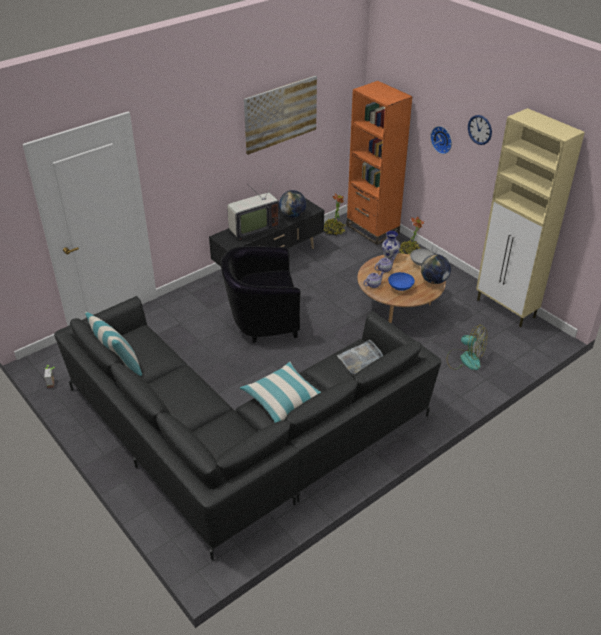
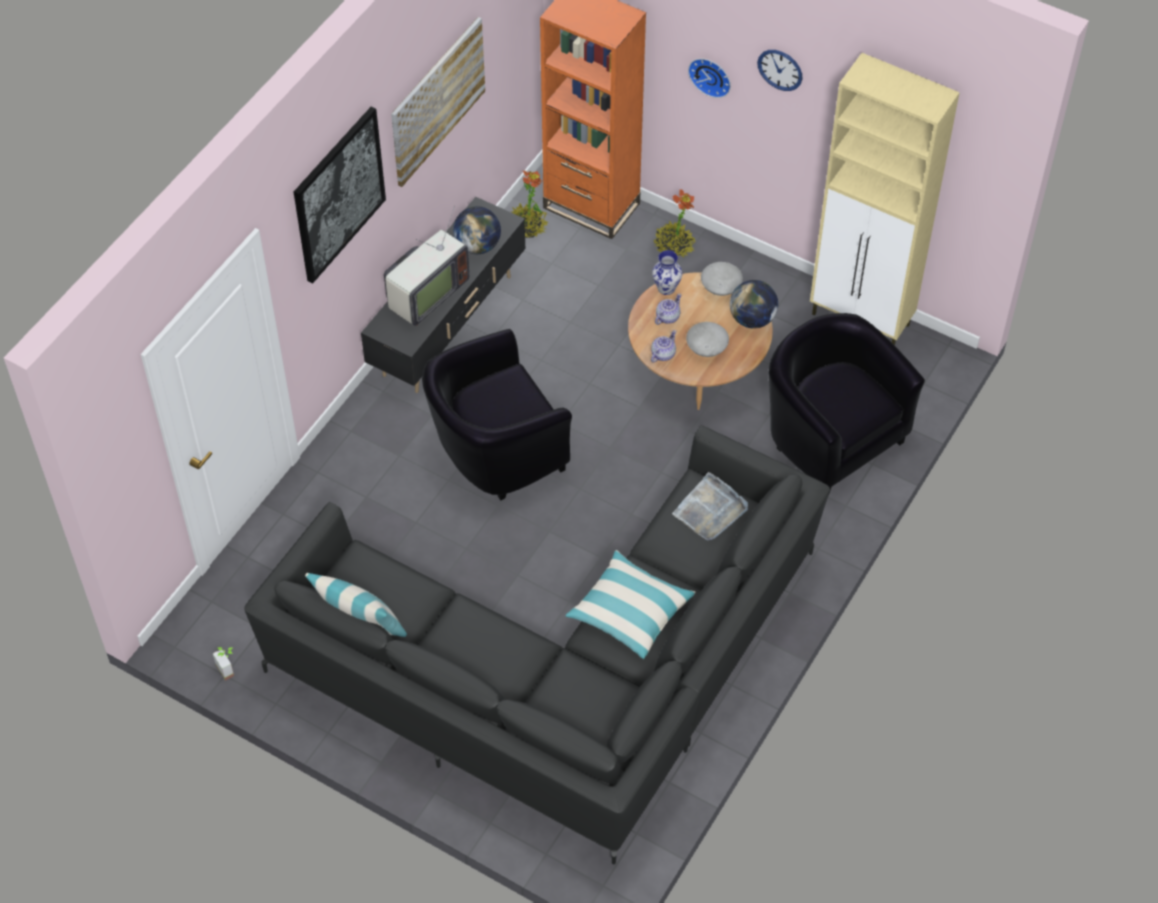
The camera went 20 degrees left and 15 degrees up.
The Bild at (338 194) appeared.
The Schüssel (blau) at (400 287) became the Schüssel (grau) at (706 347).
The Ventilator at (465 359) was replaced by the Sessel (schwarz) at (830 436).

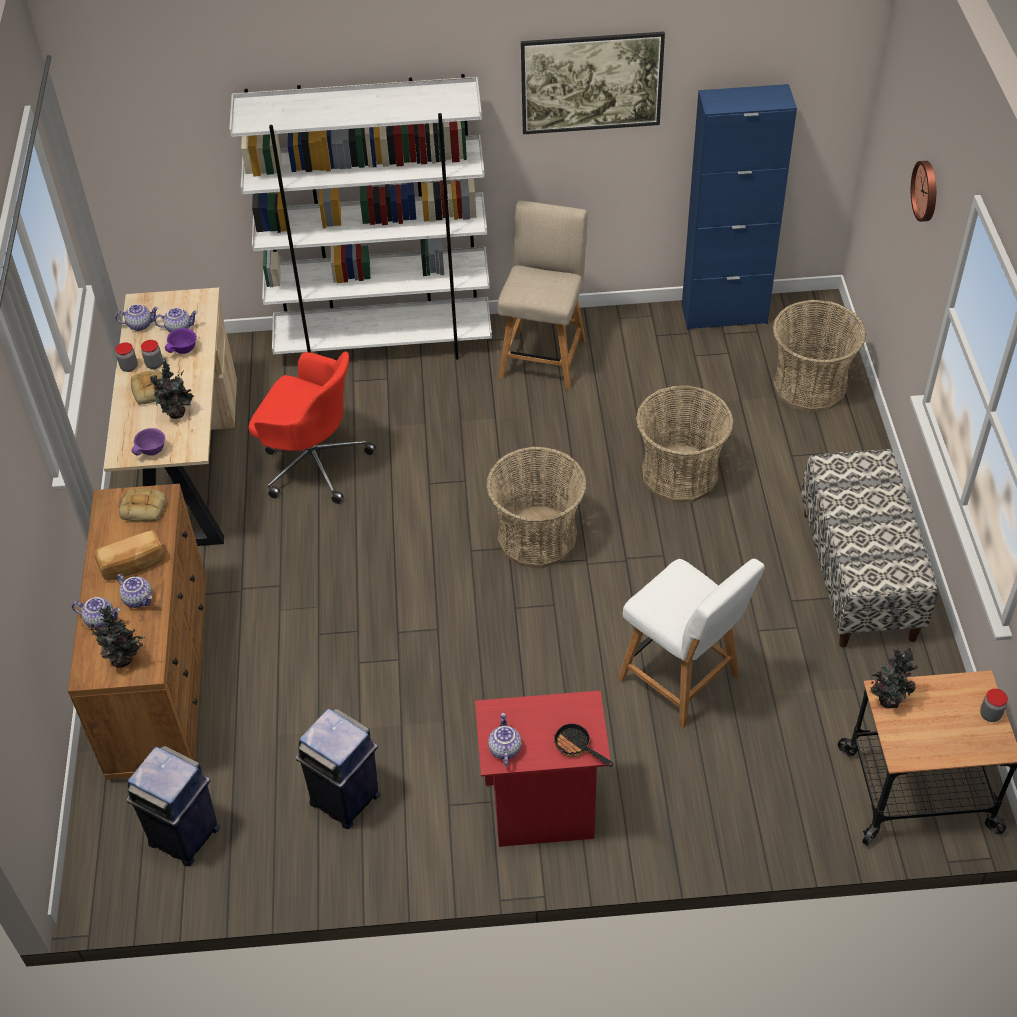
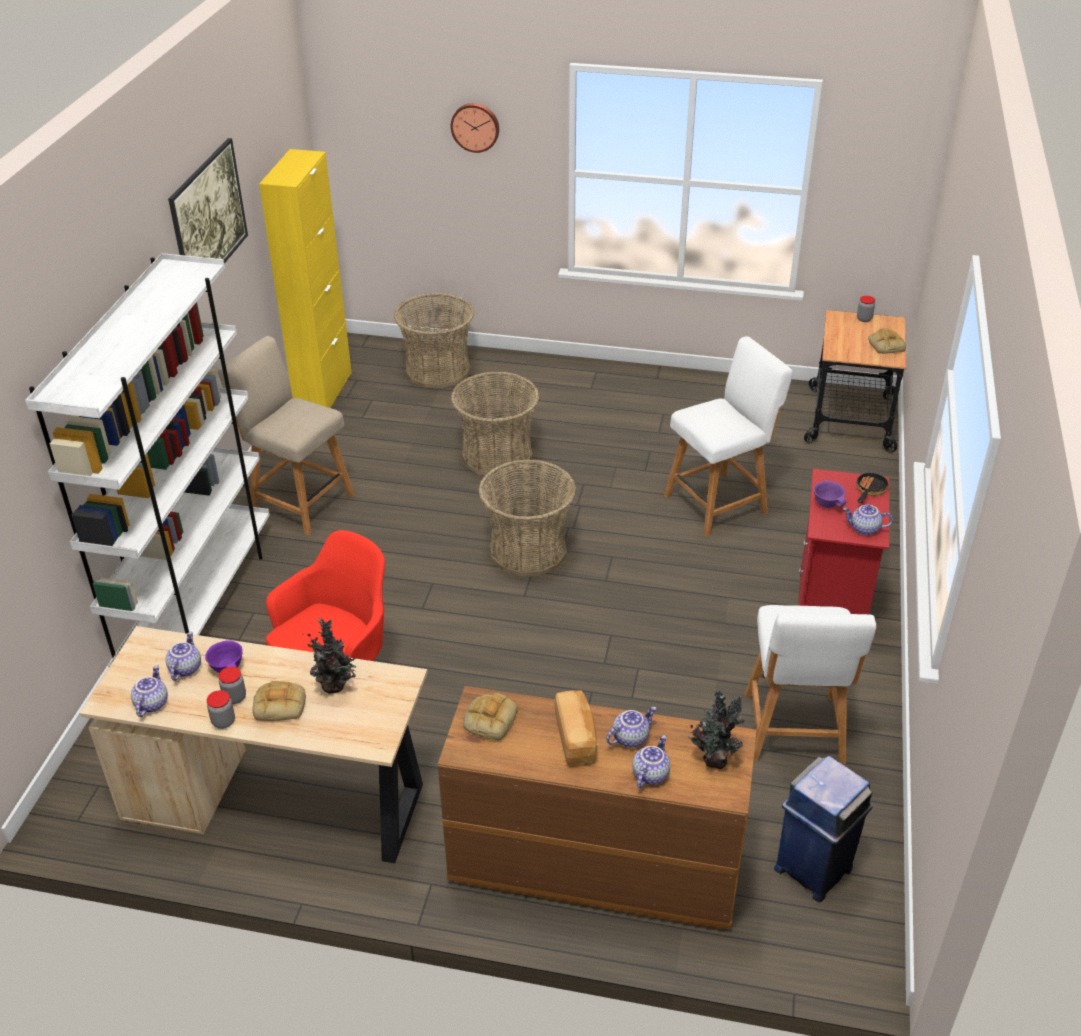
The camera went 75 degrees left and 10 degrees down.
The Schrank (blau) at (724 314) became the Schrank (gelb) at (323 391).
The Mülleimer (blau) at (346 799) was replaced by the Stuhl (weiß) at (794 733).
The Schüssel (lila) moved from (152 451) to (828 504).
The Pfanne at (577 747) turned 150 degrees clockwise.
The Brot at (885 345) appeared.
The Bank at (859 575) disappeared.
The Topfpflanze at (887 699) disappeared.

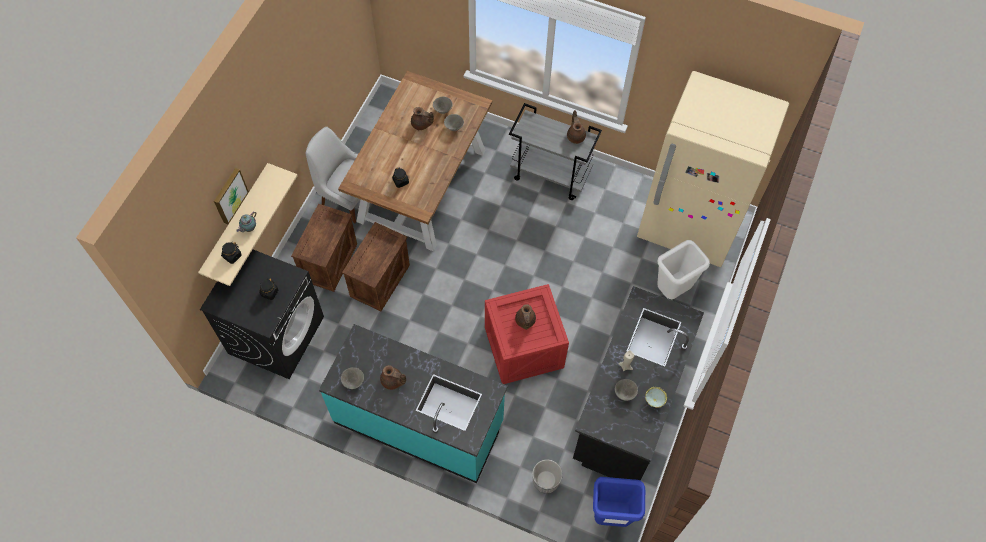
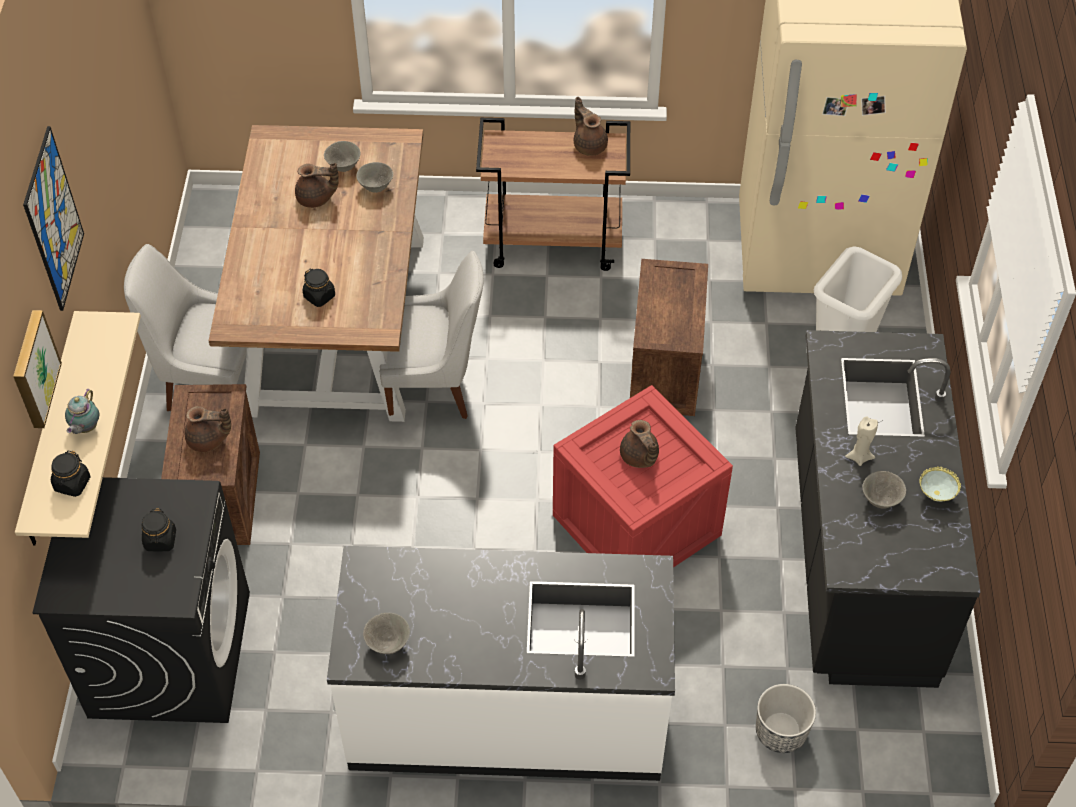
The camera went 20 degrees left and 10 degrees down.
The Bild at (53 220) appeared.
The Teekanne (braun) moved from (393 381) to (208 440).
The Küchenzeile (türkis) at (419 421) became the Küchenzeile (weiß) at (507 712).
The Stuhl (weiß) at (434 385) appeared.
The Rollwagen (grau) at (551 174) became the Rollwagen (braun) at (554 242).
The Kiste moved from (380 281) to (666 372).
The Mülleimer (blau) at (610 515) disappeared.

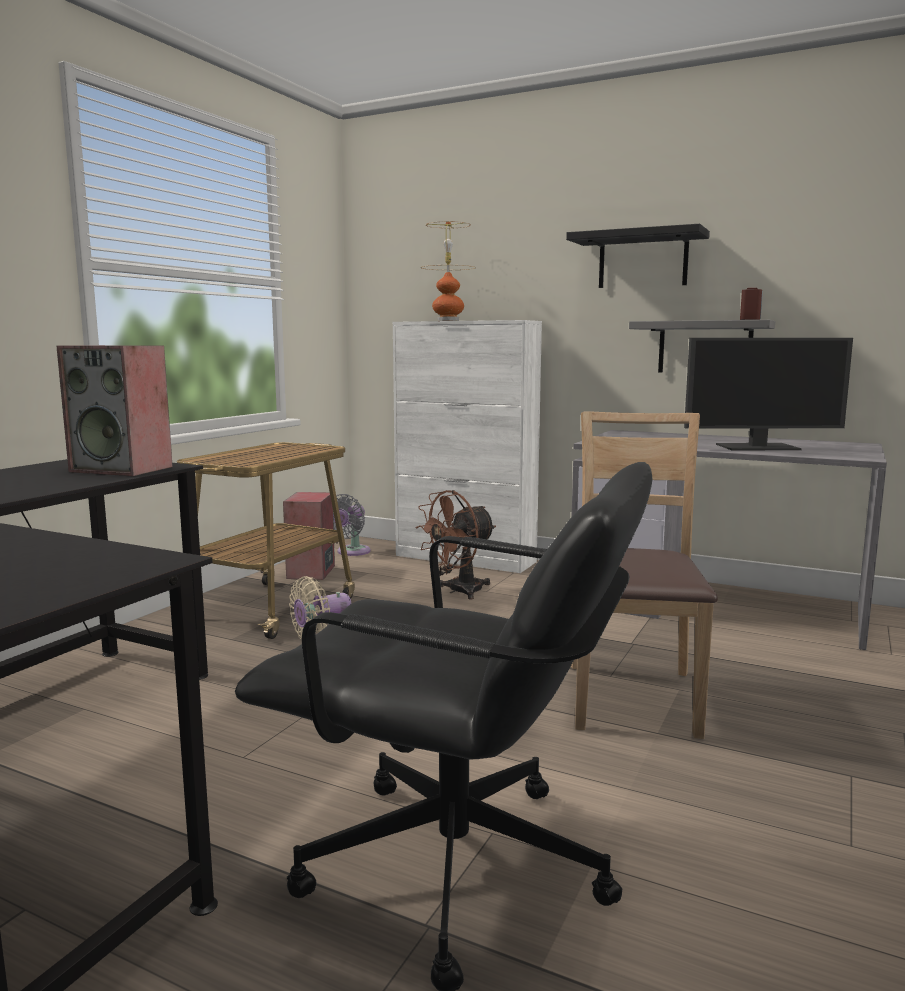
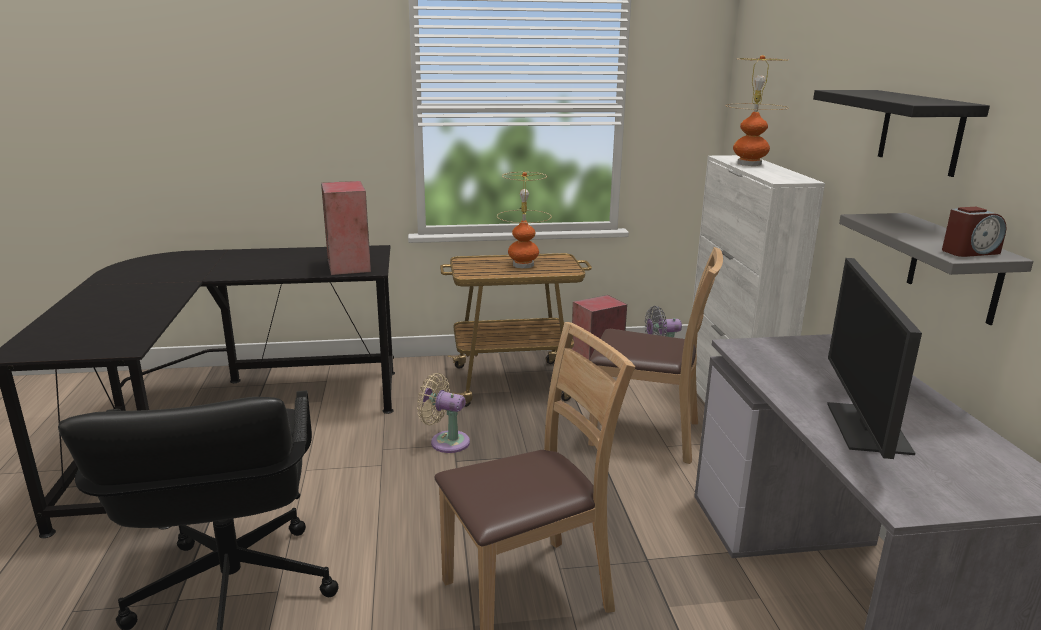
The camera went 55 degrees right and 10 degrees up.
The Tischlampe at (523 265) appeared.
The Ventilator (braun) at (458 591) was replaced by the Stuhl (braun) at (646 434).
The Monitor at (758 447) turned 45 degrees clockwise.

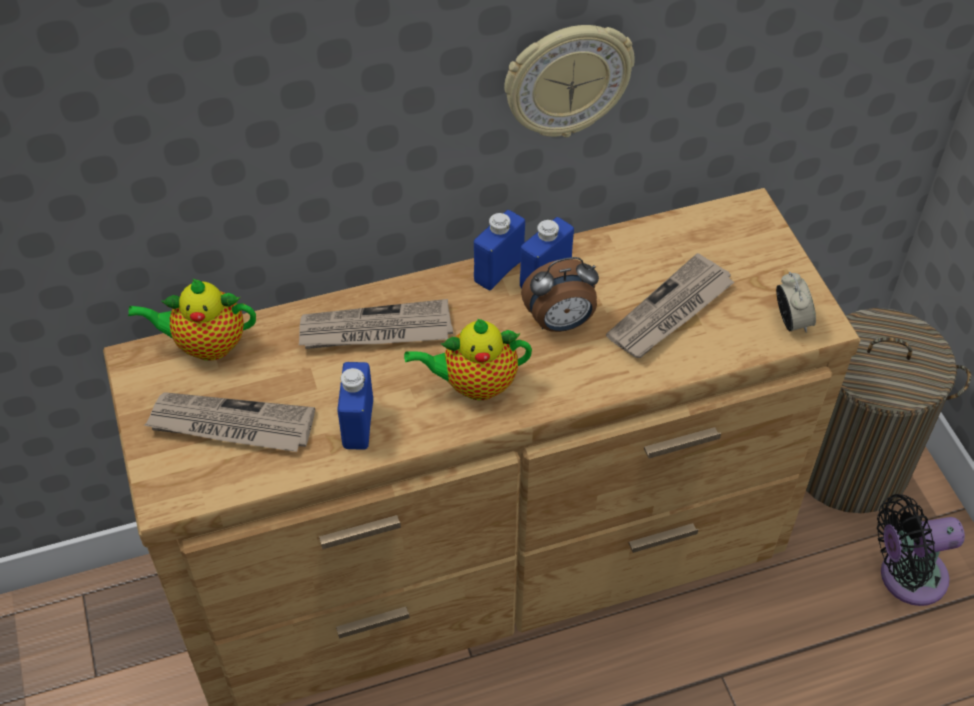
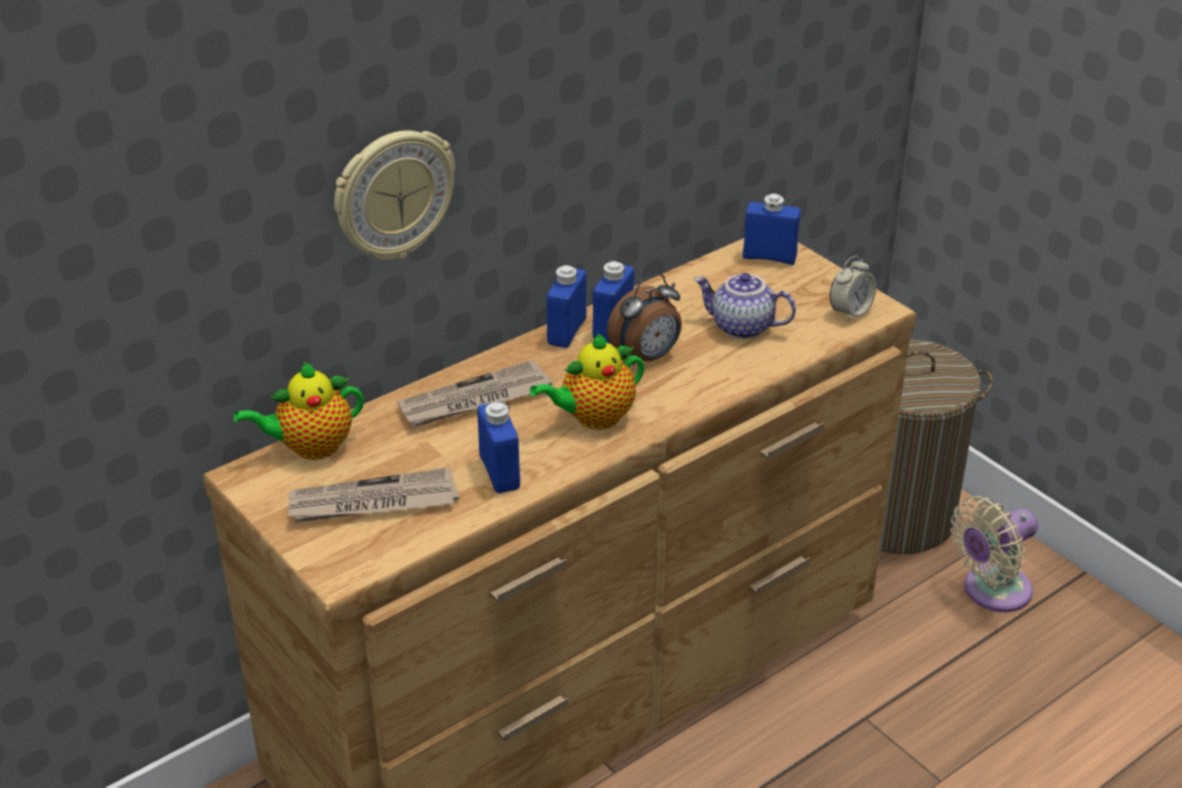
The camera went 20 degrees left and 15 degrees down.
The Wanduhr moved from (567 80) to (393 195).
The Zeitung at (670 311) was replaced by the Teekanne at (741 328).
The Flasche (blau) at (769 257) appeared.
The Wecker at (791 321) turned 75 degrees clockwise.
The Ventilator (schwarz) at (906 577) became the Ventilator (beige) at (991 591).

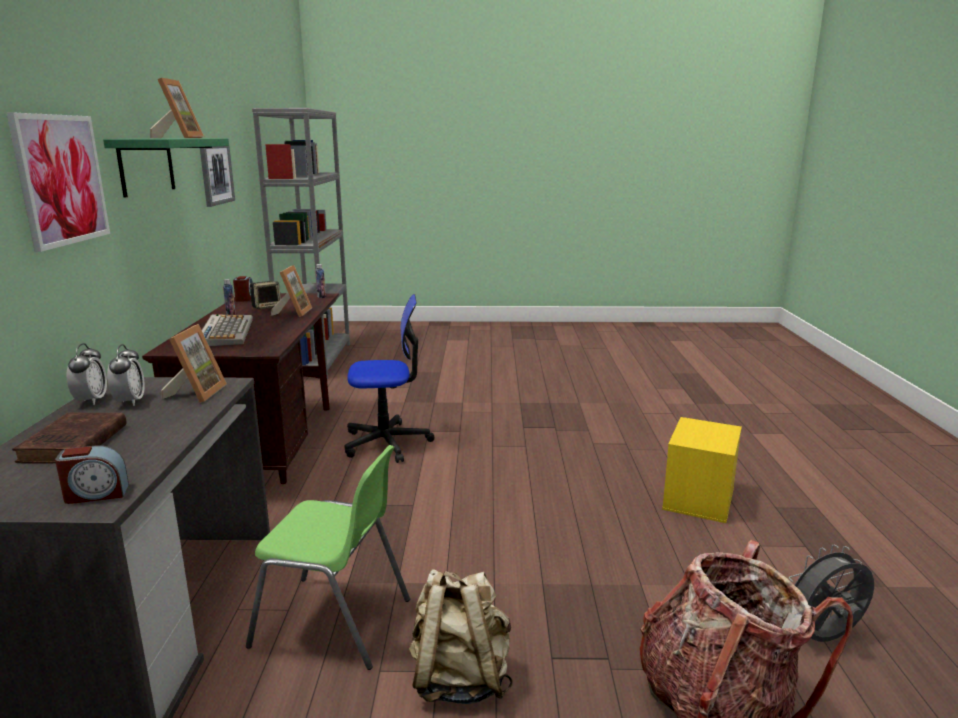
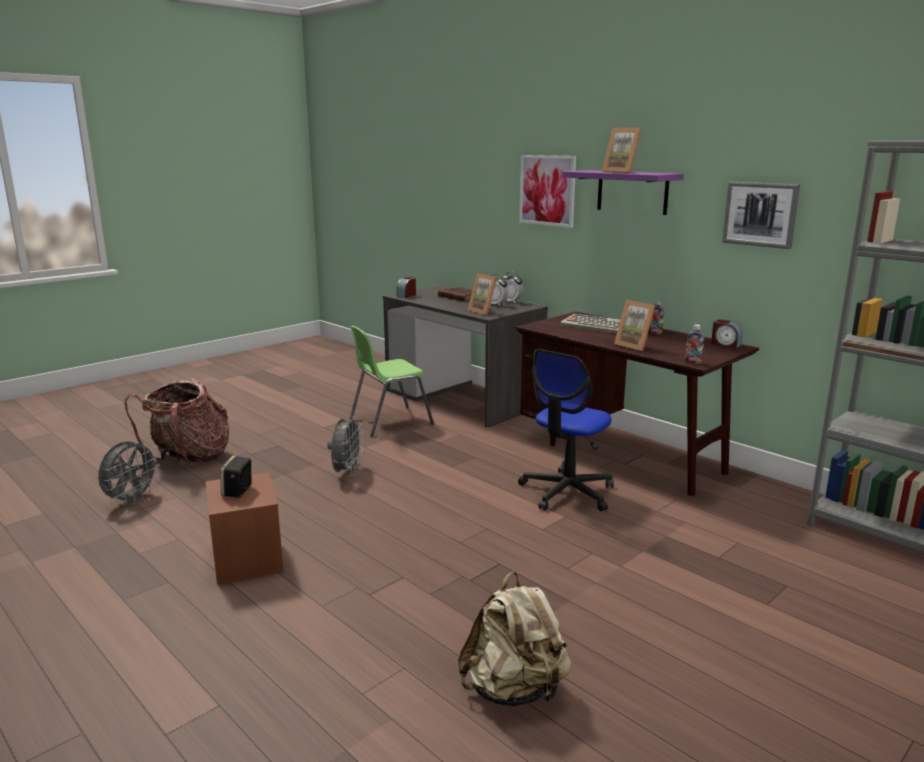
The camera went 135 degrees right and 0 degrees up.
The Aufbewahrungsbox (gelb) at (699 499) became the Aufbewahrungsbox (braun) at (246 558).
The Lautsprecher moved from (266 307) to (238 491).
The Ventilator (grau) at (347 473) appeared.
The Rucksack (beige) moved from (459 679) to (514 690).
The Wandregal (grün) at (146 166) became the Wandregal (lila) at (632 192).

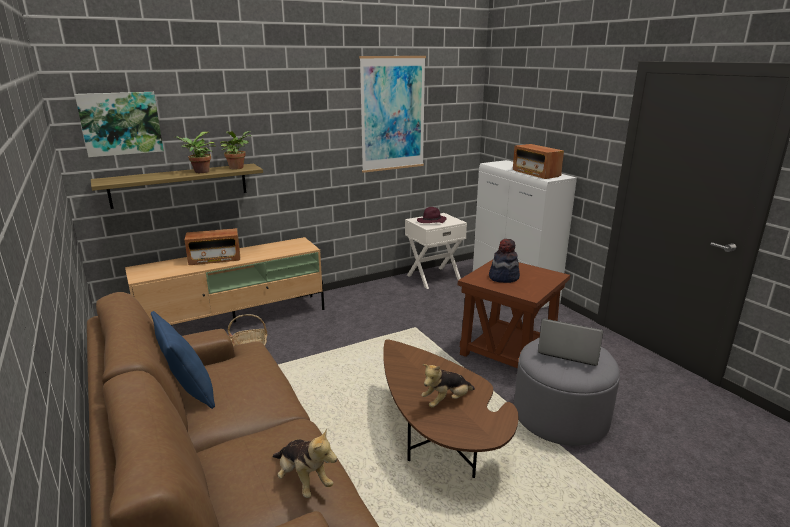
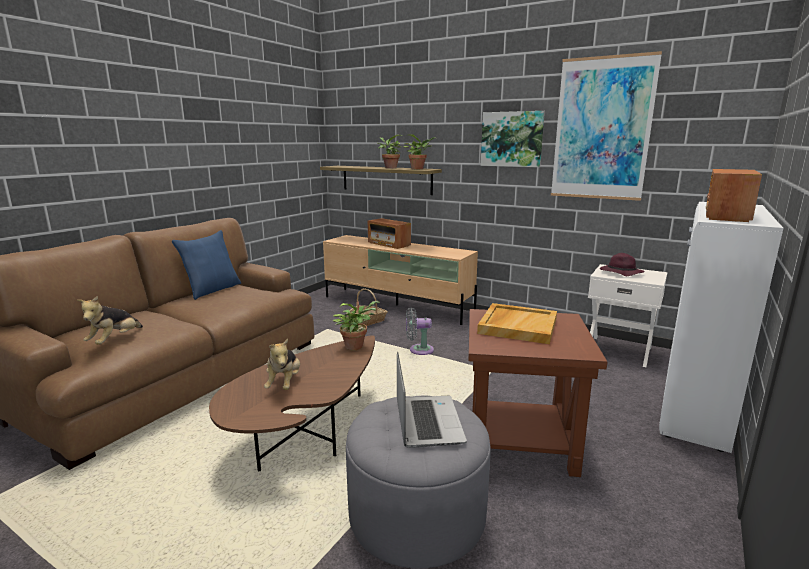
The camera went 60 degrees right and 5 degrees down.
The Plüschtier at (446 401) turned 120 degrees counterclockwise.
The Topfpflanze at (356 346) appeared.
The Ventilator (grau) at (418 350) appeared.
The Hut at (503 277) was replaced by the Tablett (beige) at (517 326).
The Bild moved from (121 123) to (512 139).

